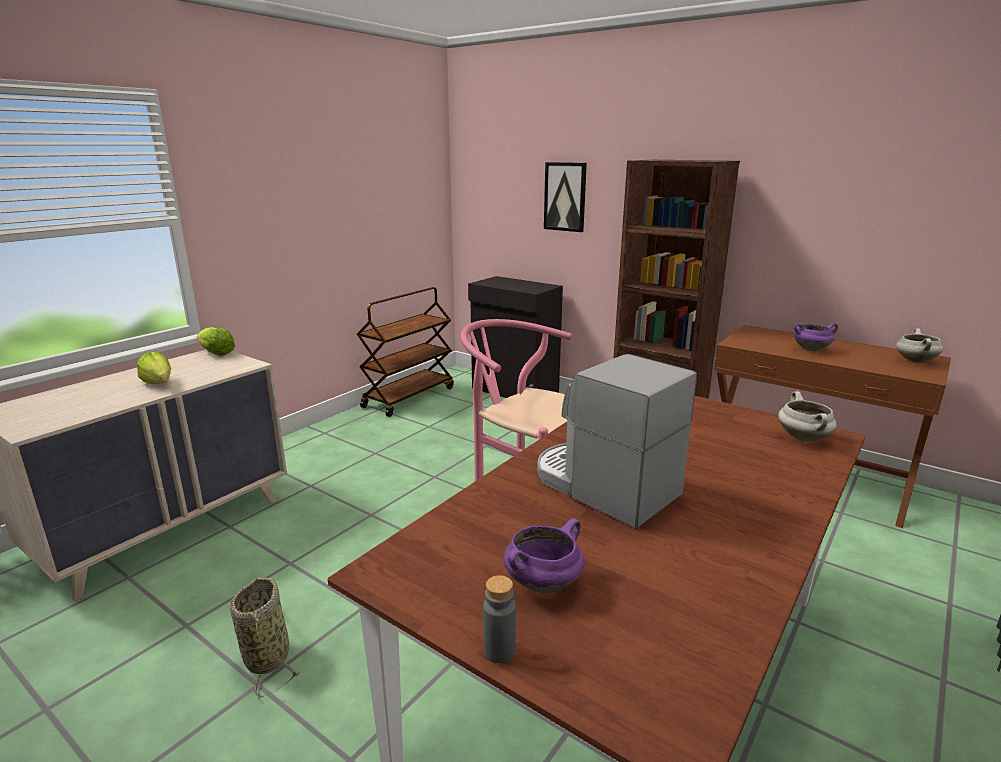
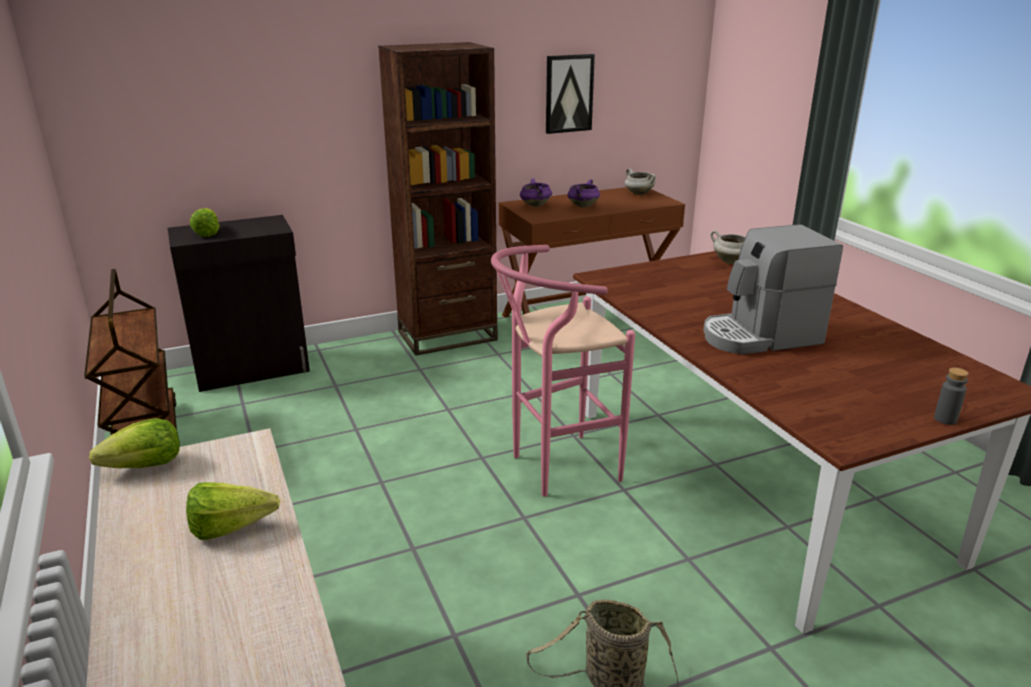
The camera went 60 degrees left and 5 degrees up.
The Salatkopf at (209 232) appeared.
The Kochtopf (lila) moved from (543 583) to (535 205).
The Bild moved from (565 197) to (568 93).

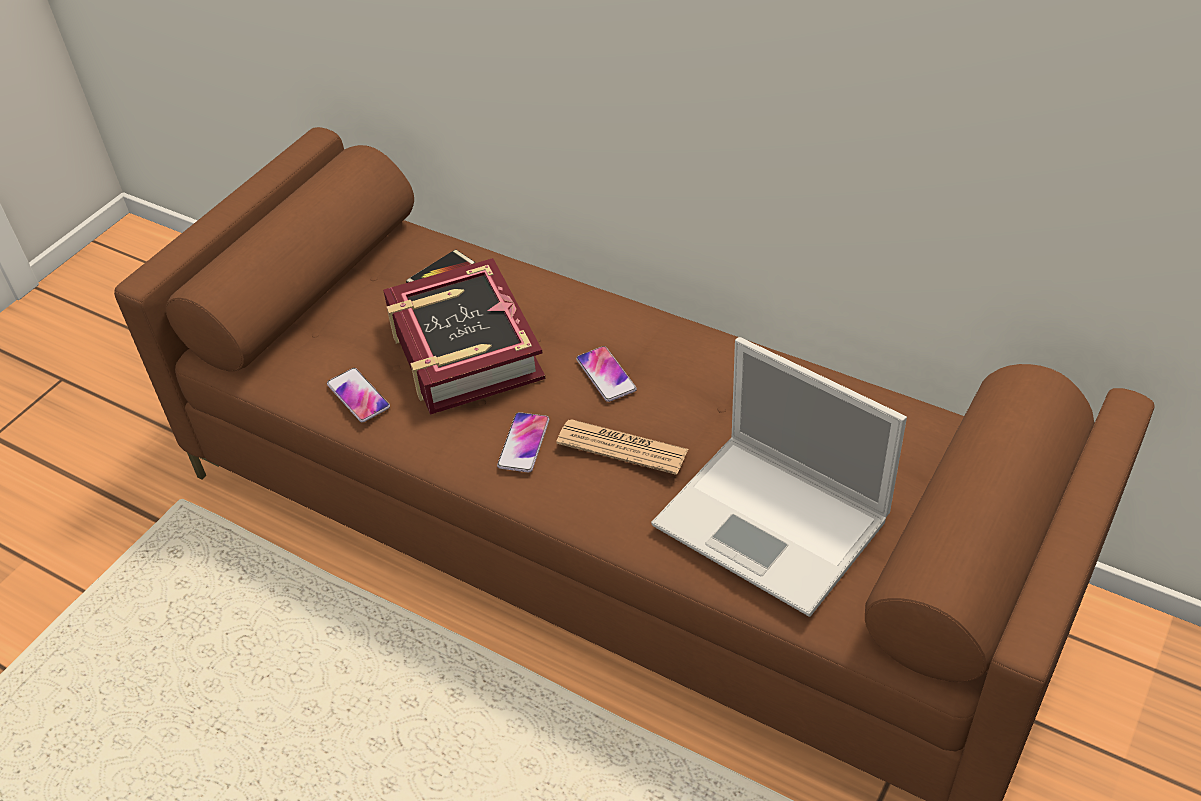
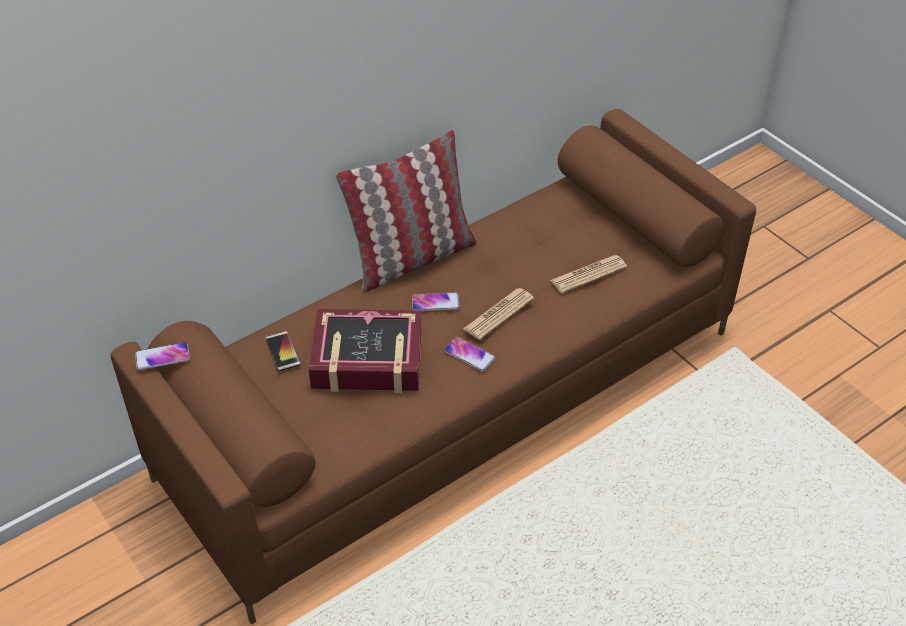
The camera went 70 degrees left and 0 degrees up.
The Handy moved from (358 396) to (162 357).
The Kissen at (411 258) appeared.
The Laptop at (774 523) was replaced by the Zeitung at (588 274).

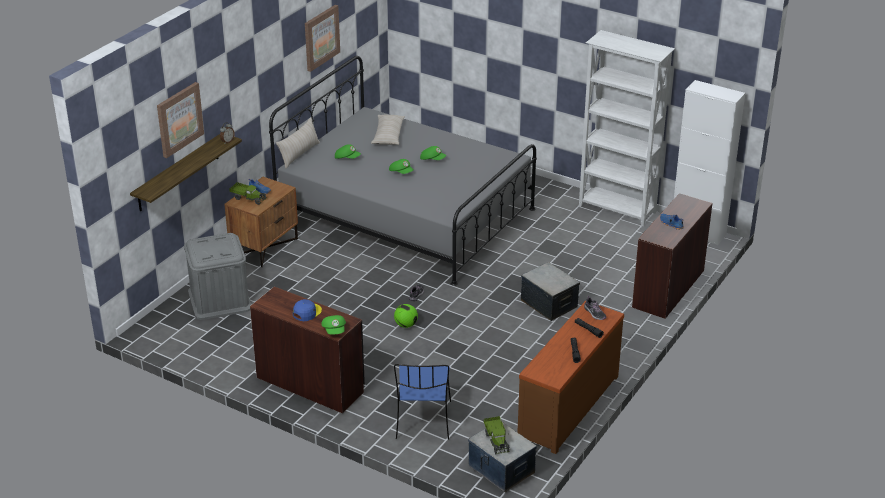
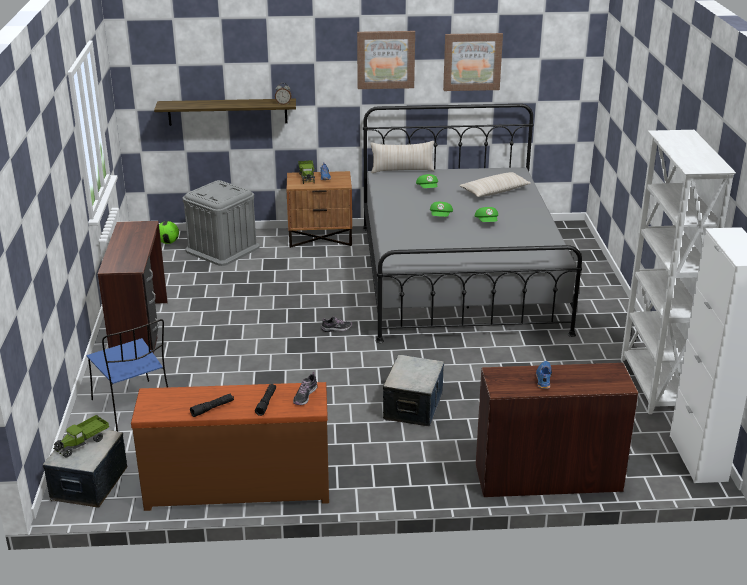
The camera went 55 degrees right and 5 degrees down.
The Stuhl (blau) at (423 421) turned 90 degrees counterclockwise.
The Fußball moved from (406 325) to (168 242).
The Bild moved from (179 119) to (385 59).
The Kappe (blau) at (306 312) disappeared.
The Kappe (grün) at (334 330) disappeared.

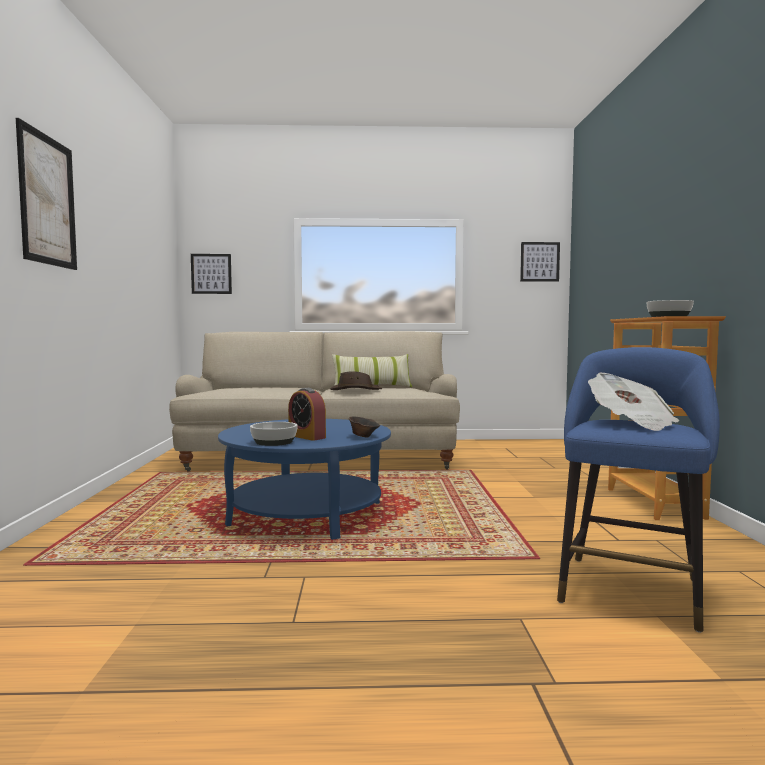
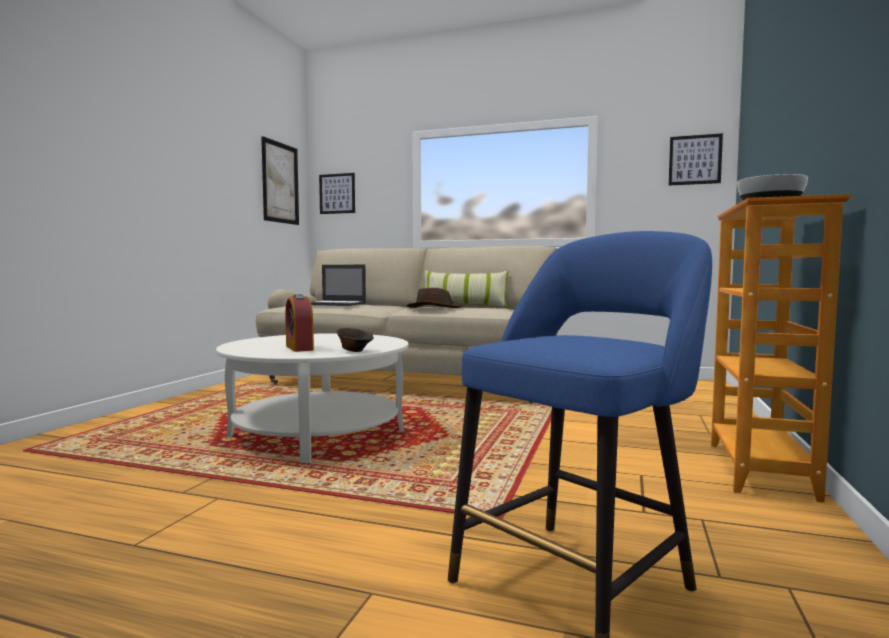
The camera went 20 degrees right and 0 degrees up.
The Couchtisch (blau) at (307 514) became the Couchtisch (weiß) at (317 434).
The Bild moved from (47 200) to (280 183).
The Laptop at (336 304) appeared.
The Schüssel at (274 442) disappeared.
The Zeitung at (631 423) disappeared.

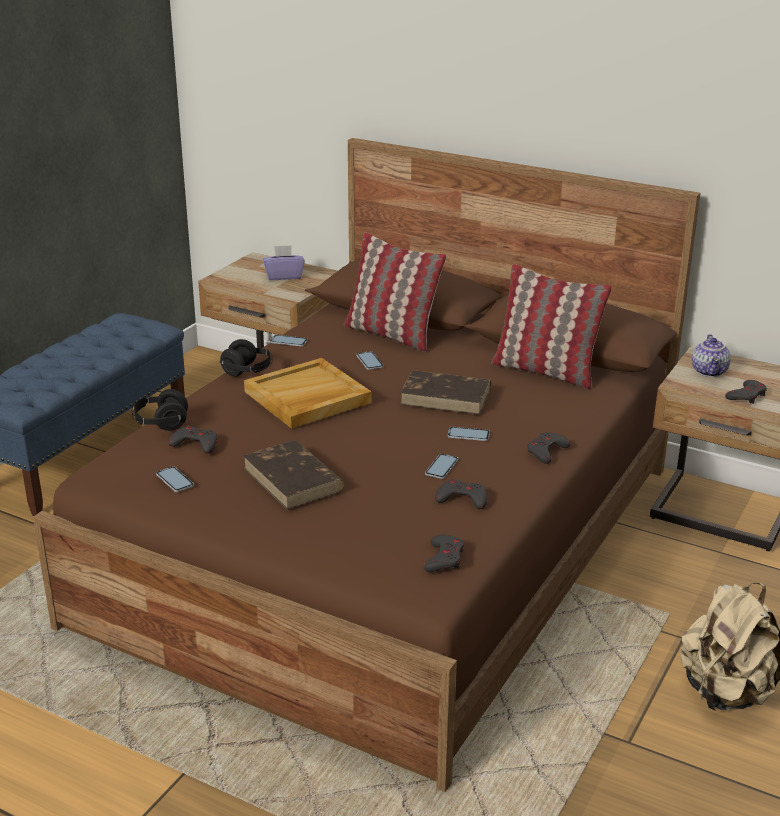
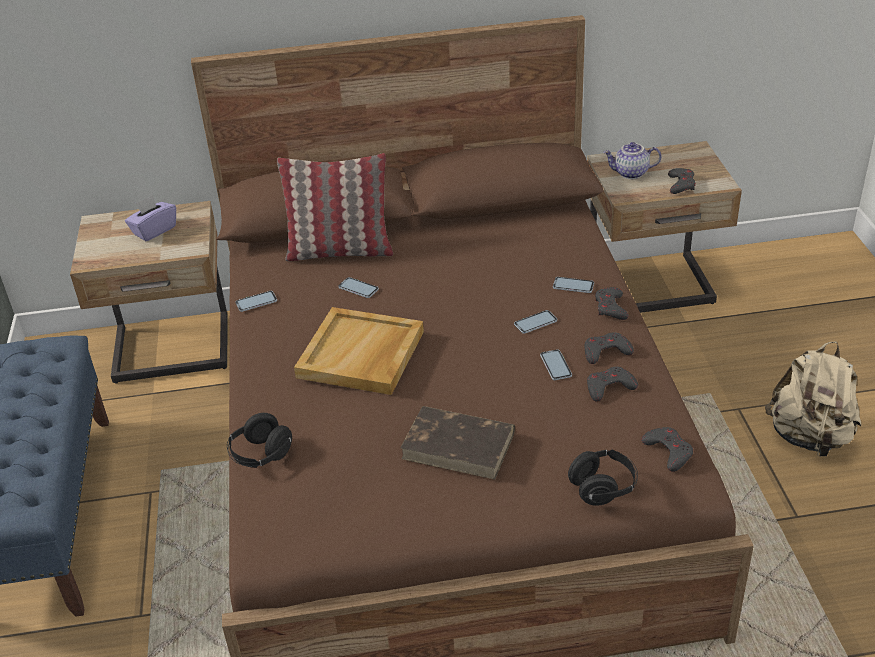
The camera went 35 degrees left and 10 degrees up.
The Handy moved from (175 480) to (573 285).
The Kopfhörer (schwarz) moved from (248 372) to (603 488).
The Gamepad (grau) moved from (195 444) to (606 351).
The Teekanne at (710 372) turned 120 degrees clockwise.
The Buch (braun) at (446 396) disappeared.
The Kissen at (545 371) disappeared.

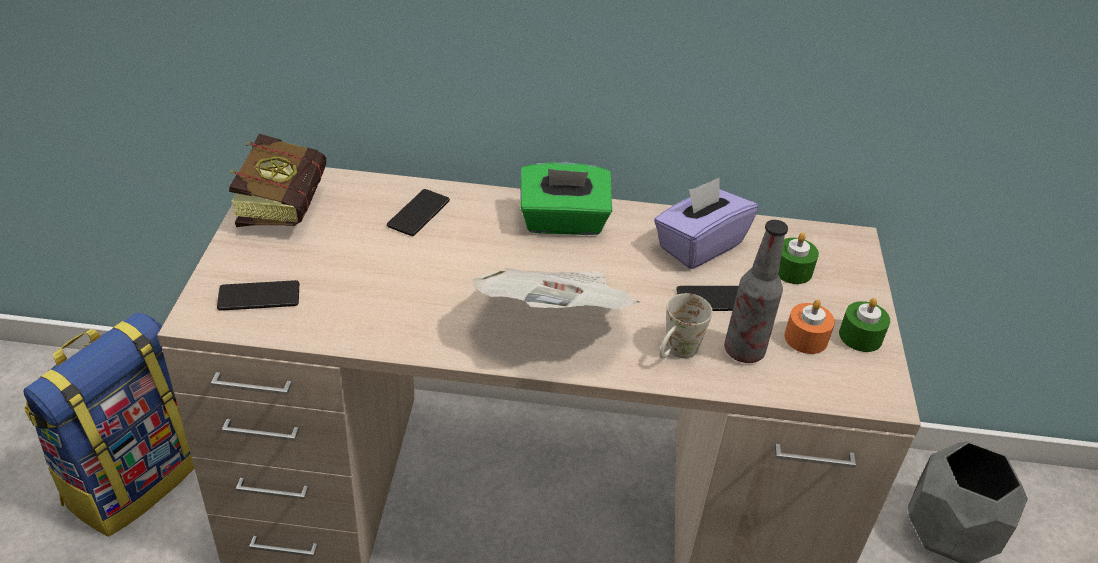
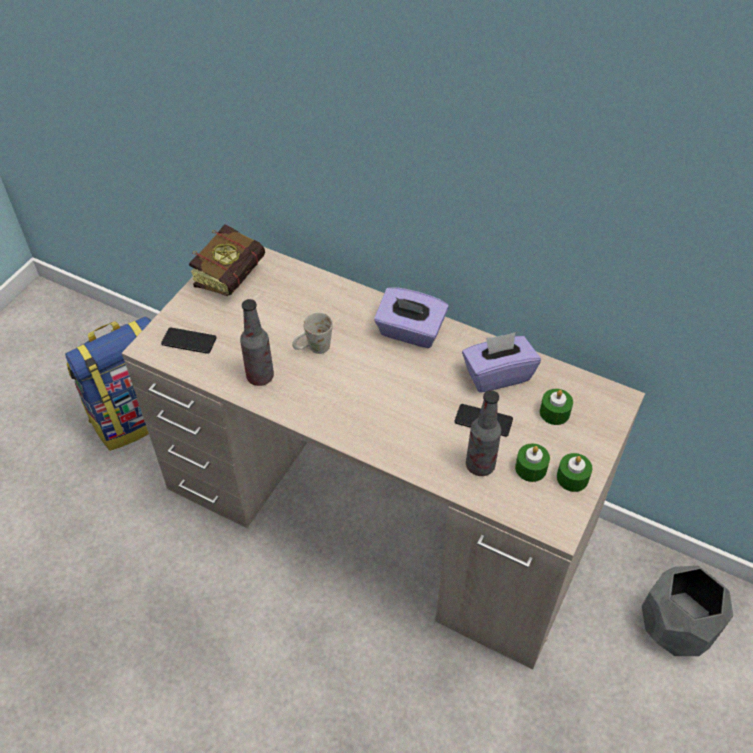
The camera went 25 degrees right and 10 degrees up.
The Flasche at (260 377) appeared.
The Henkelbecher (weiß) moved from (676 353) to (313 349).
The Taschentuchbox (grün) at (563 222) became the Taschentuchbox (lila) at (410 332).
The Kerze (orange) at (806 338) became the Kerze (grün) at (531 468).
The Handy at (418 213) disappeared.
The Zeitung at (556 320) disappeared.

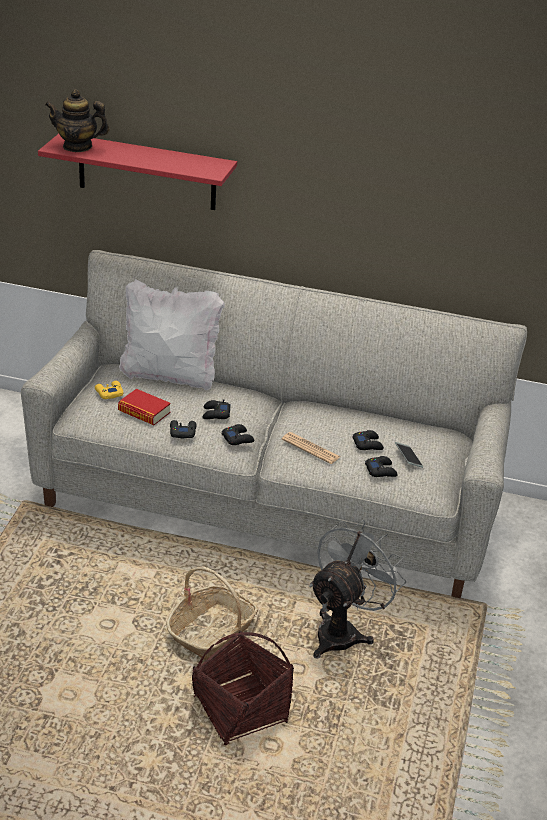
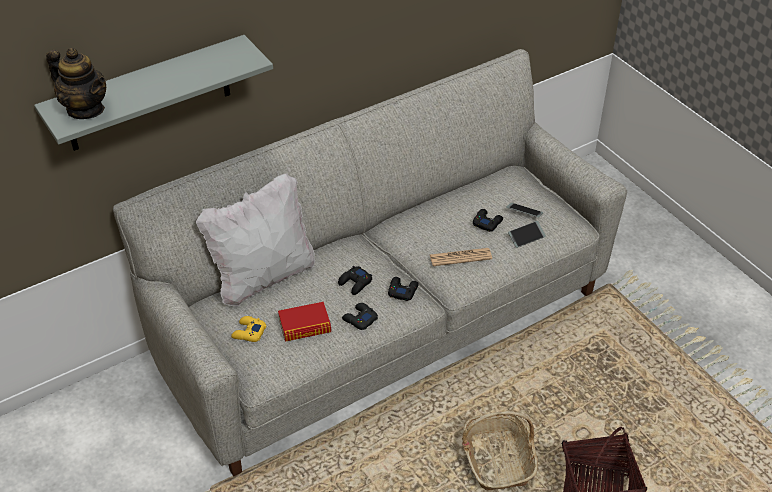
The camera went 45 degrees left and 10 degrees up.
The Wandregal (rot) at (147 172) became the Wandregal (grau) at (148 94).
The Teekanne at (77 147) turned 105 degrees counterclockwise.
The Gamepad (schwarz) at (381 470) was replaced by the Handy at (526 237).
The Ventilator (grau) at (343 631) disappeared.

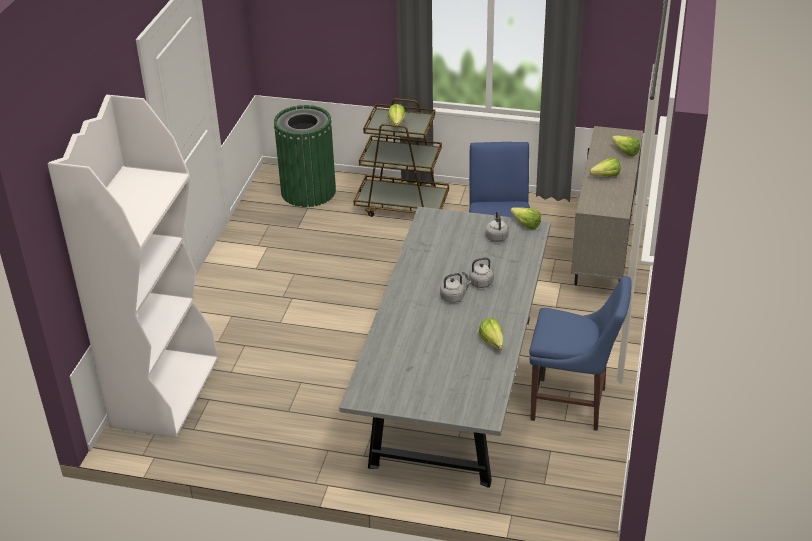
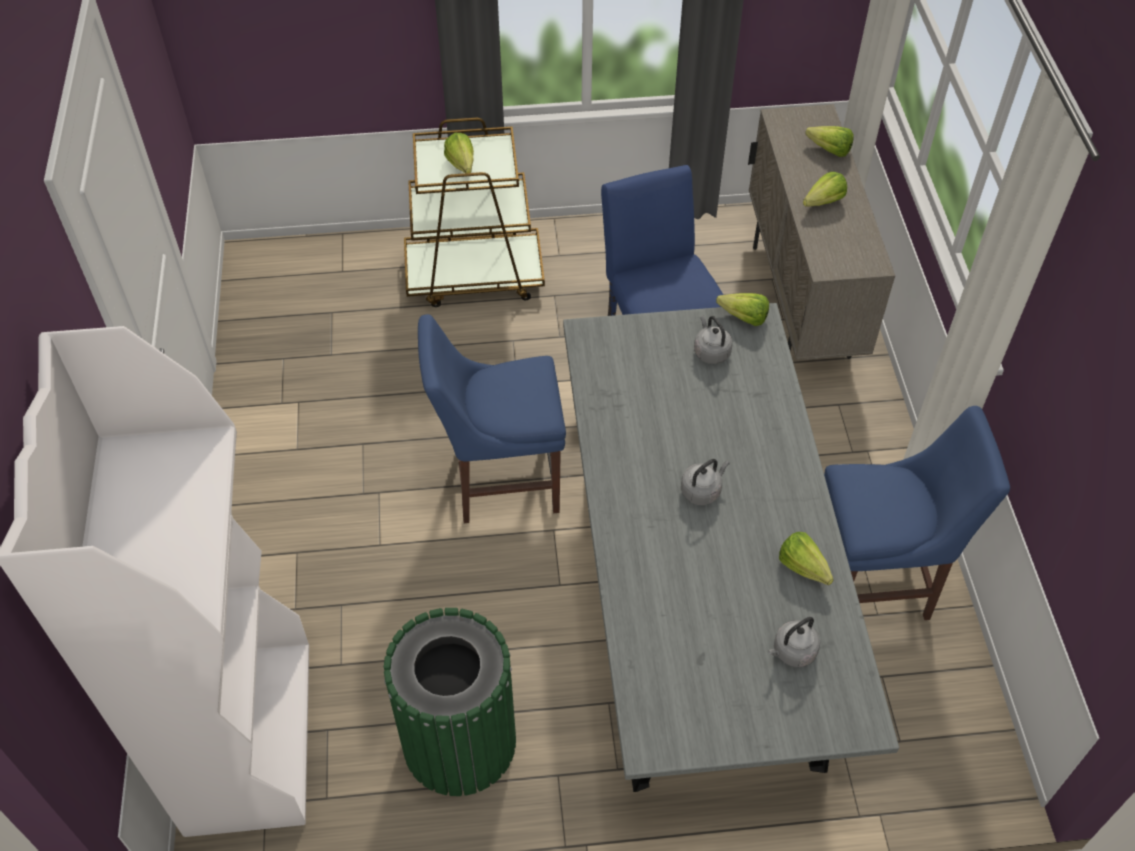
The camera went 20 degrees left and 15 degrees up.
The Mülleimer (grün) moved from (308 191) to (459 742).
The Stuhl (blau) at (499 481) appeared.
The Wasserkessel (grau) moved from (479 283) to (792 652).

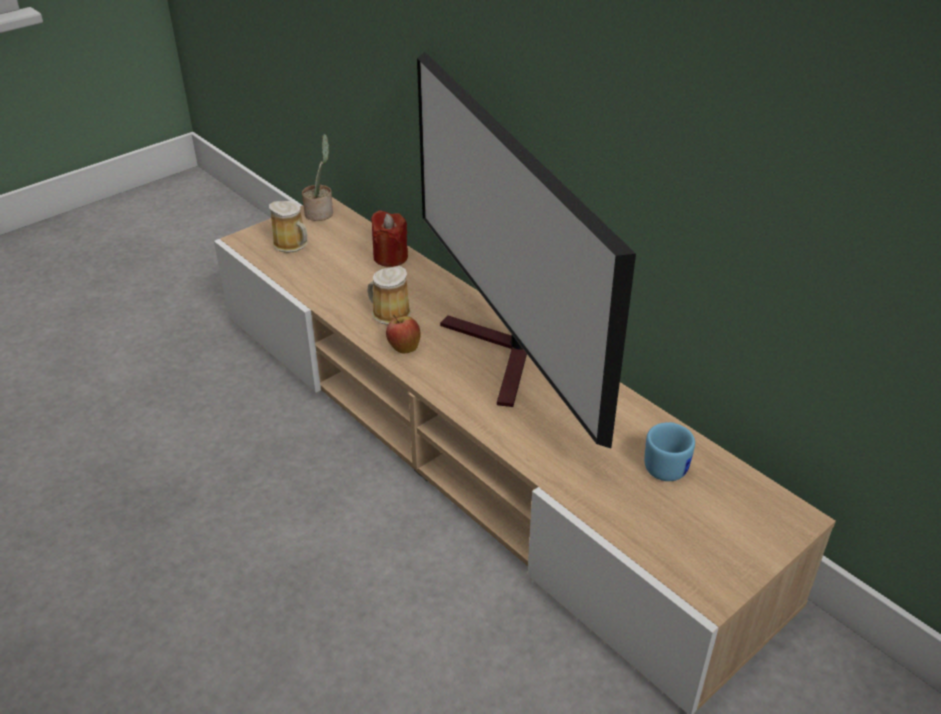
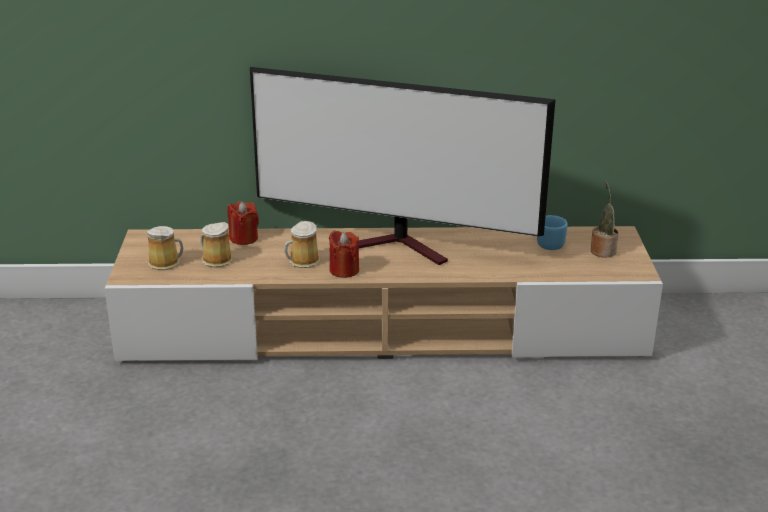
The camera went 50 degrees left and 10 degrees down.
The Henkelbecher at (215 259) appeared.
The Apfel at (404 348) was replaced by the Kerze (rot) at (344 270).
The Topfpflanze moved from (320 213) to (602 250).

